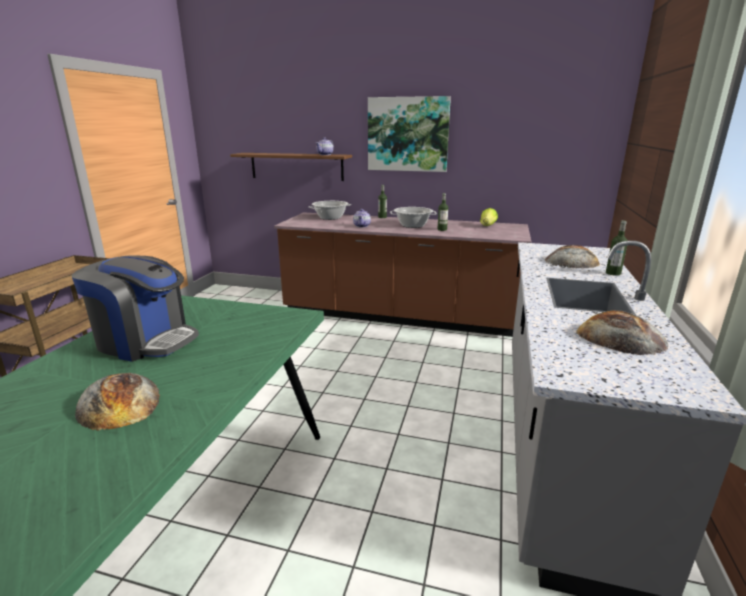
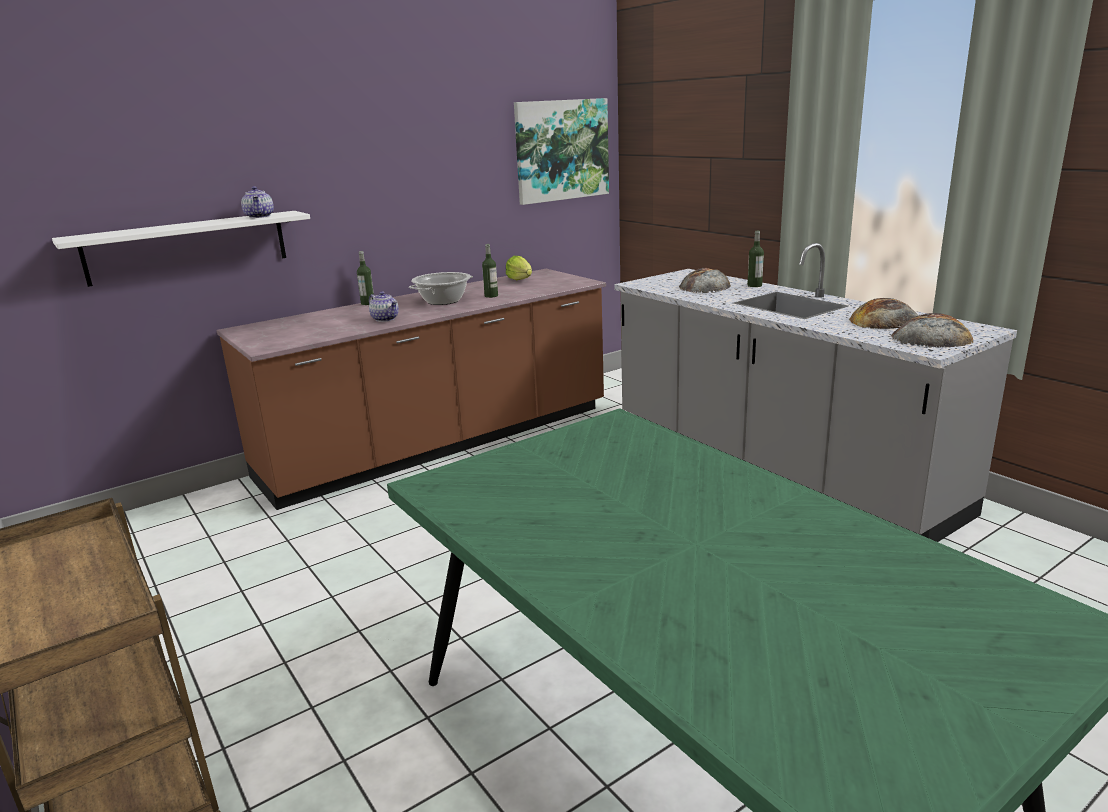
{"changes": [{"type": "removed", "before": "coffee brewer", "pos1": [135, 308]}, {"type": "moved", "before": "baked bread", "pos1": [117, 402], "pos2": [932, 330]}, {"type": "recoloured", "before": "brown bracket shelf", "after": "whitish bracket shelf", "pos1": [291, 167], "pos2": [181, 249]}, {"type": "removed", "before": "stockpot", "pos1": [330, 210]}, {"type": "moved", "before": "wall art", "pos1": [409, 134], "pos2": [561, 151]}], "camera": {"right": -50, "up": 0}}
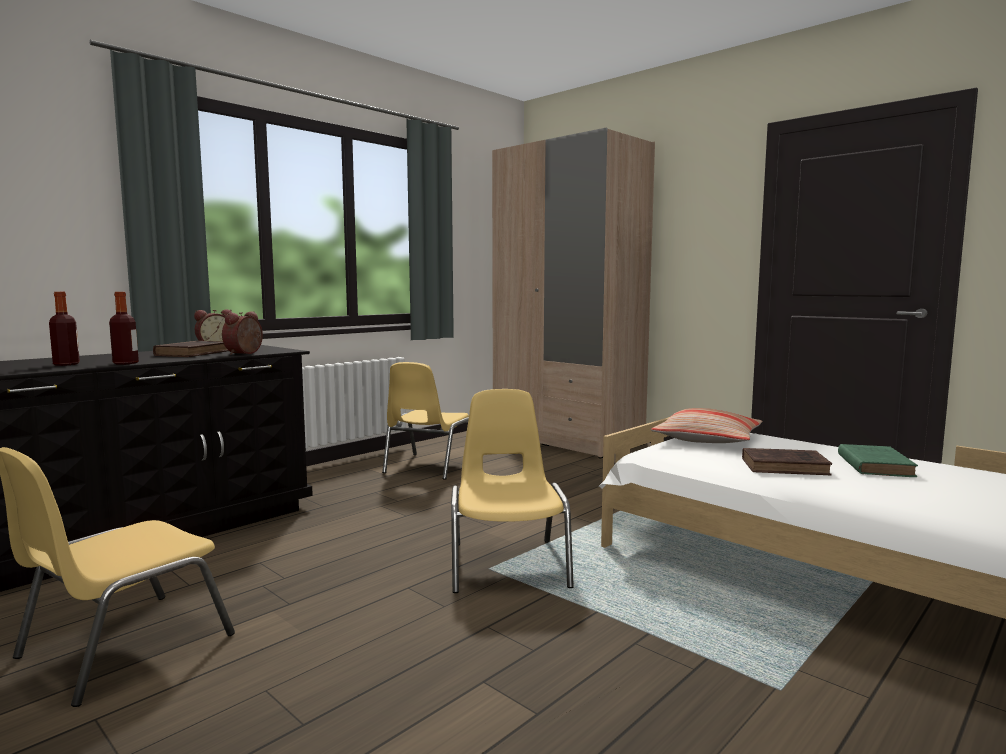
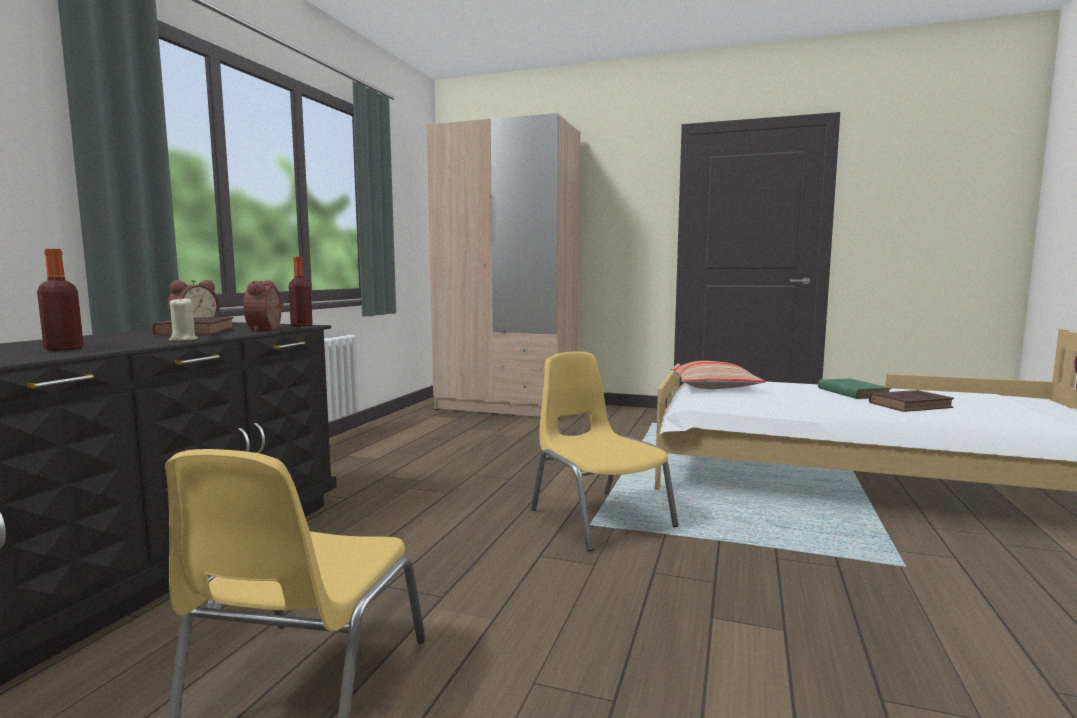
{"changes": [{"type": "moved", "before": "beverage bottle", "pos1": [124, 328], "pos2": [300, 291]}, {"type": "removed", "before": "yellow upright chair", "pos1": [425, 421]}, {"type": "moved", "before": "brown book", "pos1": [787, 461], "pos2": [911, 401]}, {"type": "added", "after": "beige wax light", "pos2": [183, 319]}], "camera": {"right": -25, "up": 0}}
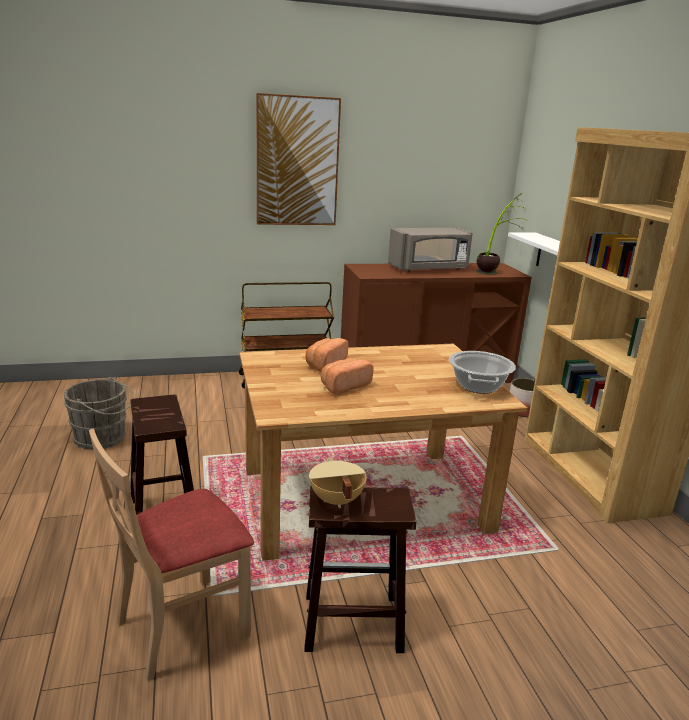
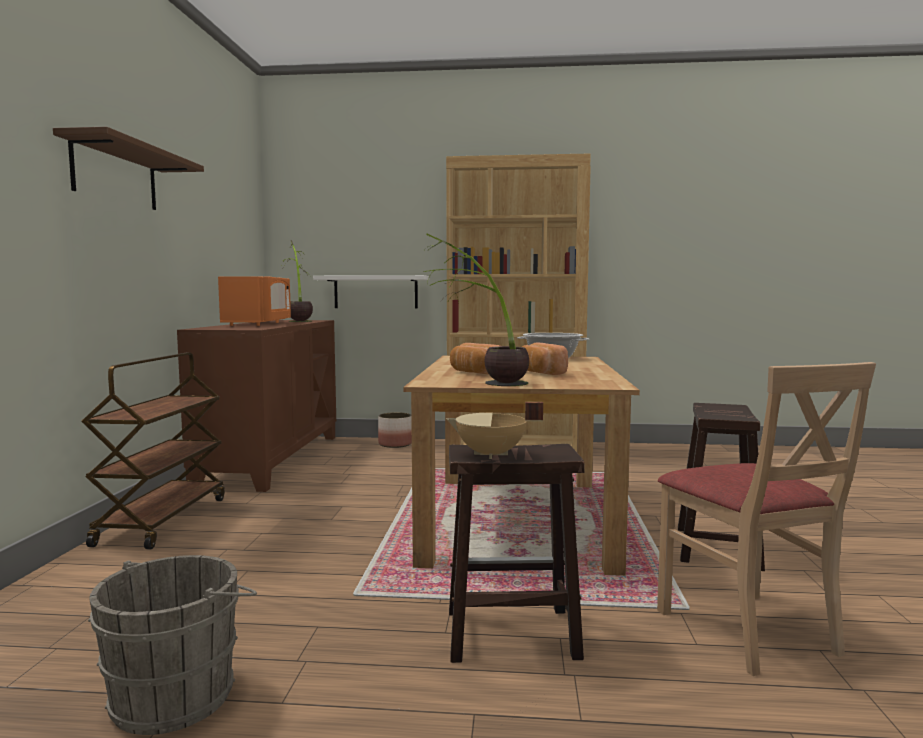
{"changes": [{"type": "replaced", "before": "wall art", "after": "brown bracket shelf", "pos1": [298, 159], "pos2": [128, 168]}, {"type": "moved", "before": "beige stockpot", "pos1": [337, 482], "pos2": [494, 430]}, {"type": "recoloured", "before": "gray microwave", "after": "orange microwave", "pos1": [430, 249], "pos2": [254, 301]}, {"type": "added", "after": "plant in a pot", "pos2": [476, 310]}], "camera": {"right": -70, "up": -15}}
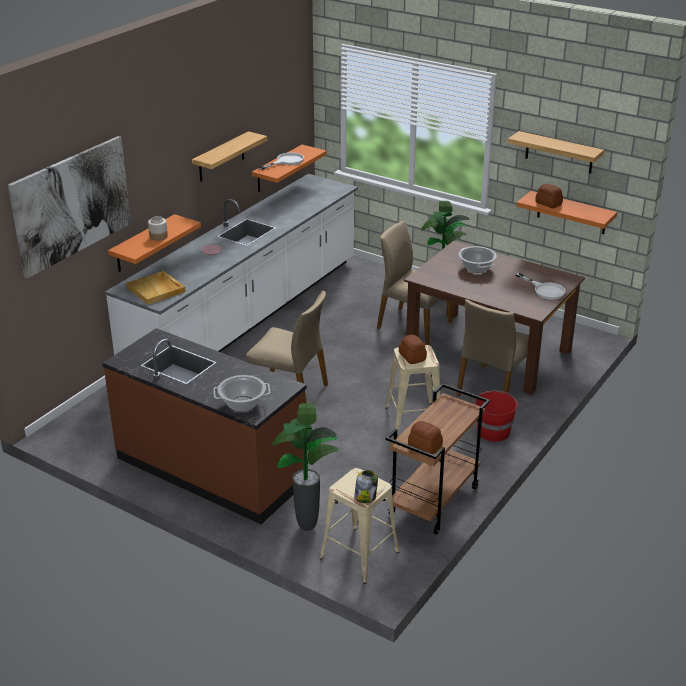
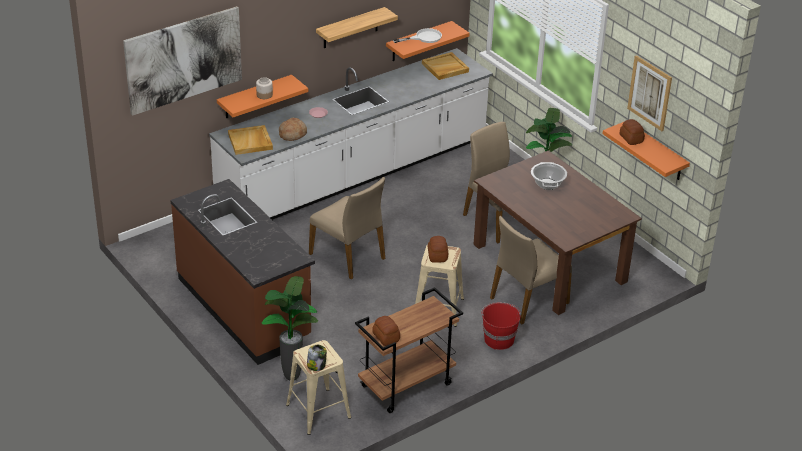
{"changes": [{"type": "removed", "before": "stockpot", "pos1": [241, 393]}, {"type": "replaced", "before": "bracket shelf", "after": "wall art", "pos1": [556, 152], "pos2": [649, 93]}, {"type": "removed", "before": "whitish frying pan", "pos1": [541, 286]}, {"type": "added", "after": "baked bread", "pos2": [293, 129]}, {"type": "added", "after": "beige carrying tray", "pos2": [445, 66]}], "camera": {"right": 20, "up": 5}}
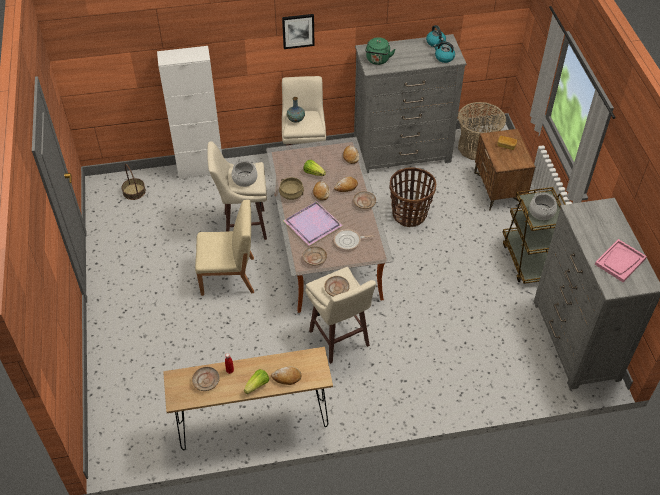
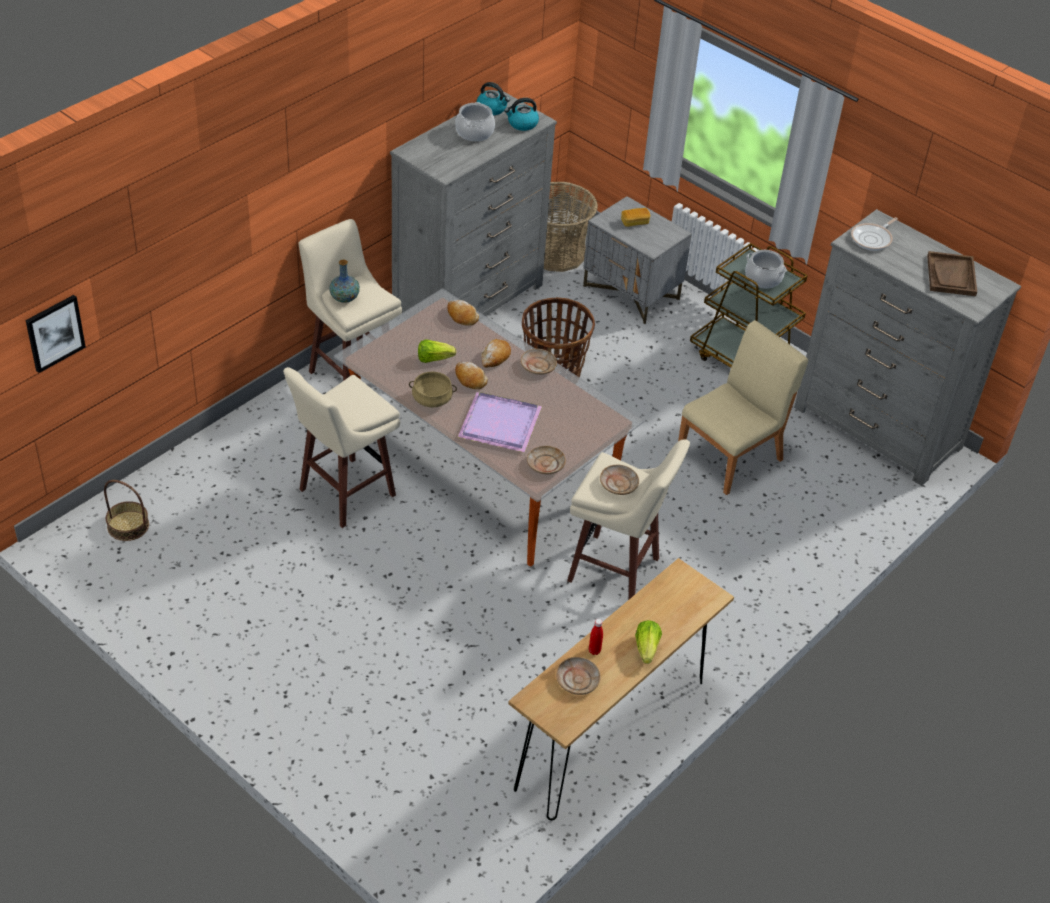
{"changes": [{"type": "removed", "before": "whitish cabinet", "pos1": [189, 113]}, {"type": "moved", "before": "beige upright chair", "pos1": [224, 248], "pos2": [743, 407]}, {"type": "moved", "before": "stockpot", "pos1": [244, 173], "pos2": [475, 121]}, {"type": "removed", "before": "baked bread", "pos1": [286, 375]}, {"type": "moved", "before": "wall art", "pos1": [298, 31], "pos2": [56, 334]}, {"type": "moved", "before": "frying pan", "pos1": [354, 239], "pos2": [874, 234]}, {"type": "removed", "before": "green-coloured tea kettle", "pos1": [380, 51]}, {"type": "recoloured", "before": "brown bedside table", "after": "gray bedside table", "pos1": [504, 170], "pos2": [637, 260]}, {"type": "recoloured", "before": "pink-coloured carrying tray", "after": "brown carrying tray", "pos1": [621, 260], "pos2": [952, 273]}], "camera": {"right": -40, "up": -5}}
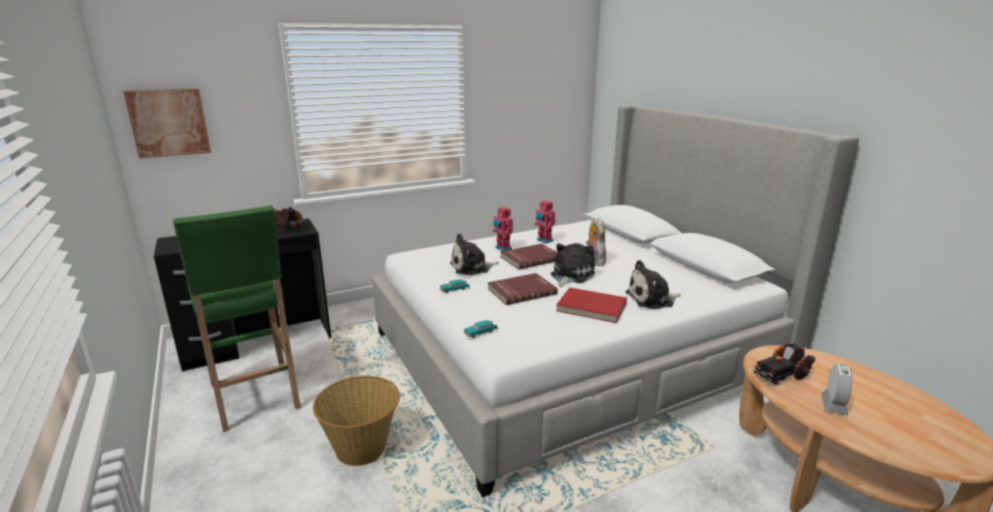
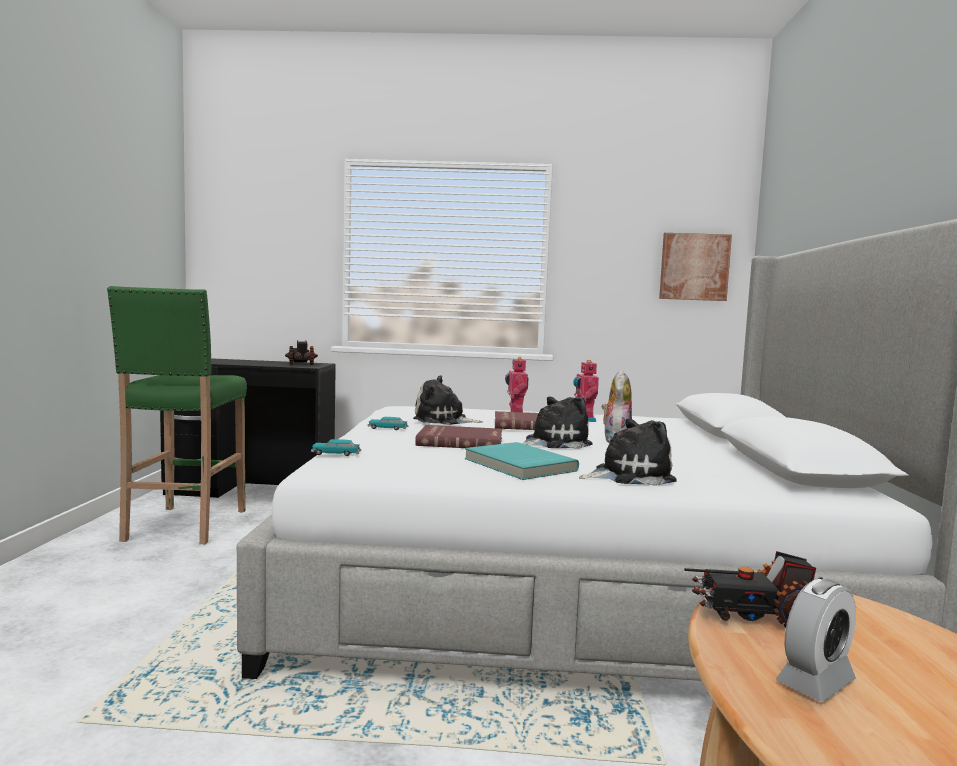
{"changes": [{"type": "moved", "before": "wall art", "pos1": [167, 123], "pos2": [695, 267]}, {"type": "removed", "before": "storage basket", "pos1": [356, 421]}, {"type": "recoloured", "before": "reddish book", "after": "turquoise-coloured book", "pos1": [591, 305], "pos2": [522, 461]}, {"type": "turned", "before": "cuddly toy", "pos1": [653, 284], "pos2": [628, 452], "turn": 150}], "camera": {"right": 30, "up": -15}}
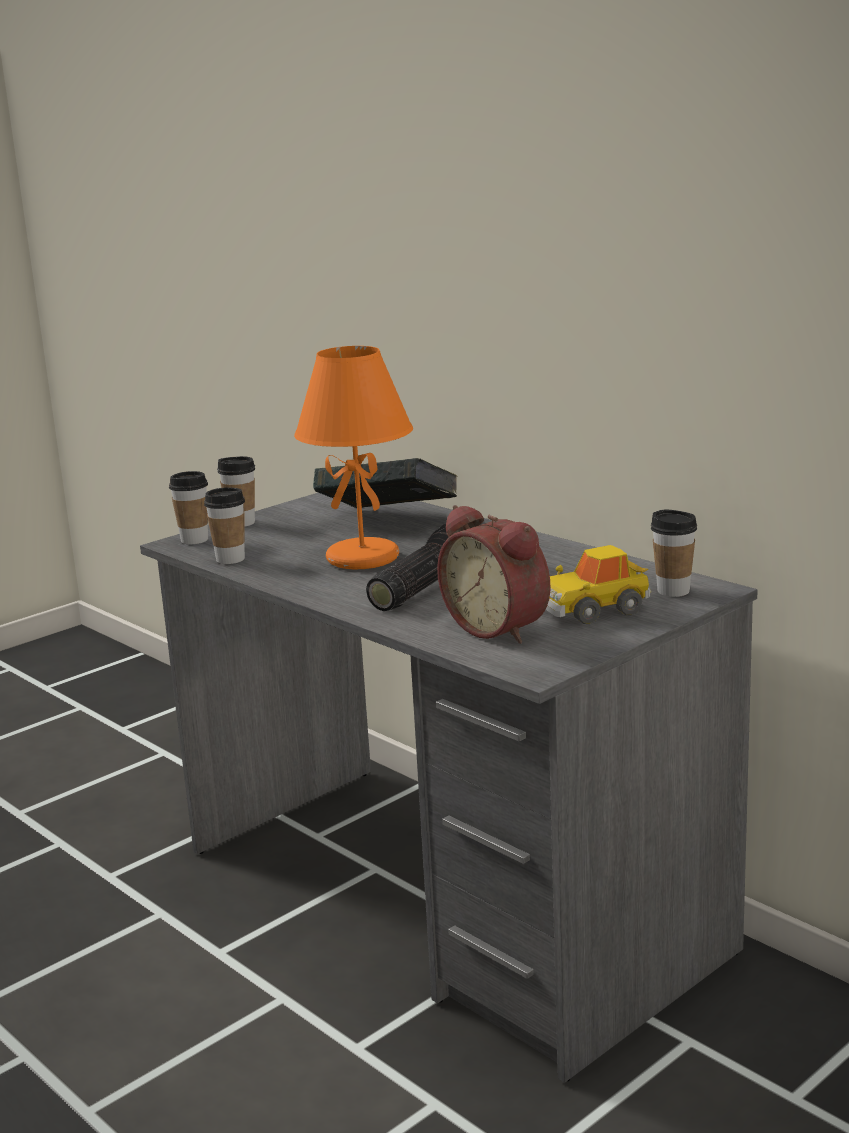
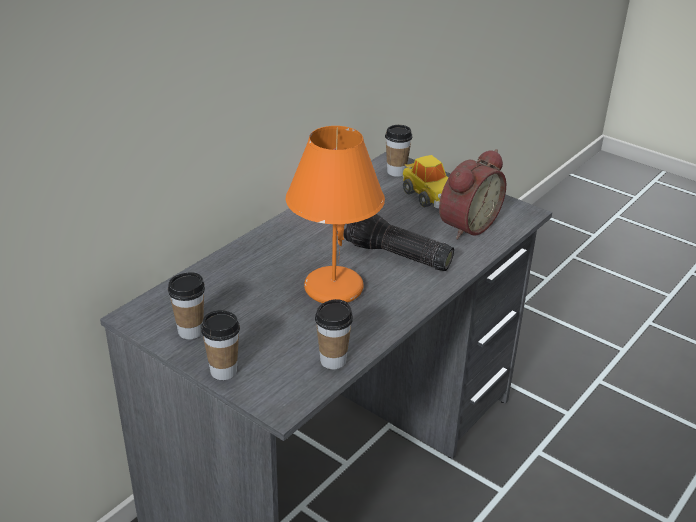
{"changes": [{"type": "moved", "before": "drinking cup", "pos1": [188, 507], "pos2": [186, 305]}, {"type": "removed", "before": "book", "pos1": [385, 483]}], "camera": {"right": -100, "up": 15}}
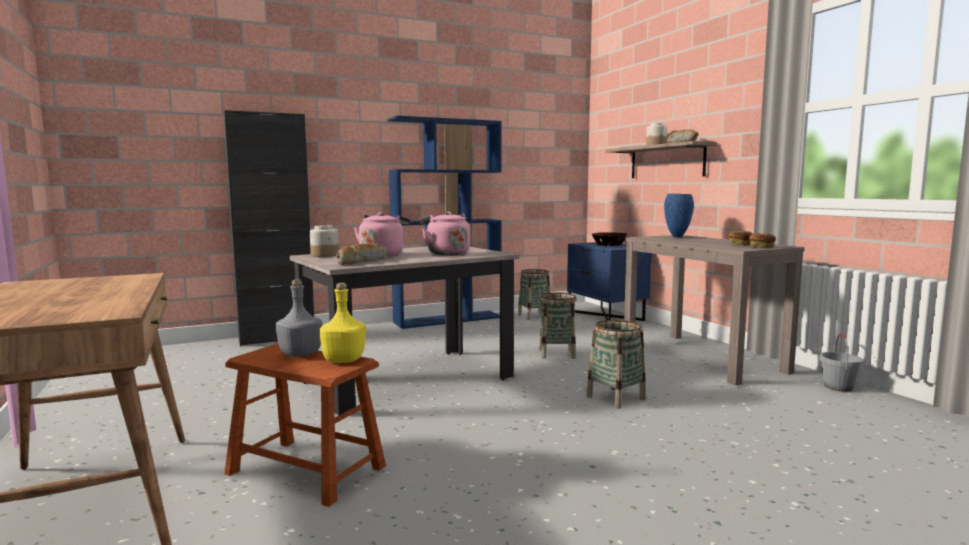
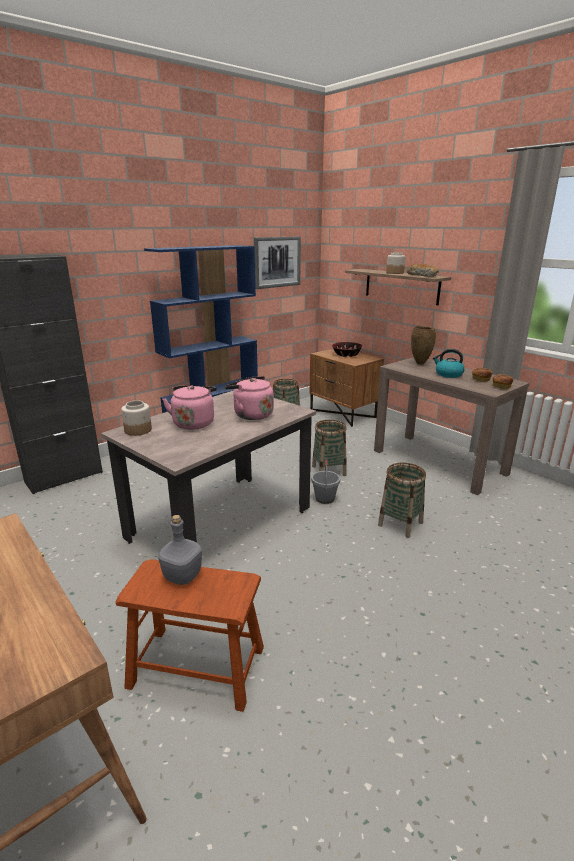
{"changes": [{"type": "removed", "before": "yellow beverage bottle", "pos1": [343, 323]}, {"type": "removed", "before": "baked bread", "pos1": [362, 254]}, {"type": "recoloured", "before": "blue-coloured bedside table", "after": "brown bedside table", "pos1": [609, 281], "pos2": [346, 387]}, {"type": "recoloured", "before": "blue-coloured decorative vase", "after": "brown decorative vase", "pos1": [679, 216], "pos2": [423, 345]}, {"type": "moved", "before": "gray pail", "pos1": [841, 362], "pos2": [325, 481]}, {"type": "added", "after": "wall art", "pos2": [277, 262]}, {"type": "added", "after": "tea kettle", "pos2": [449, 363]}], "camera": {"right": -15, "up": 15}}
